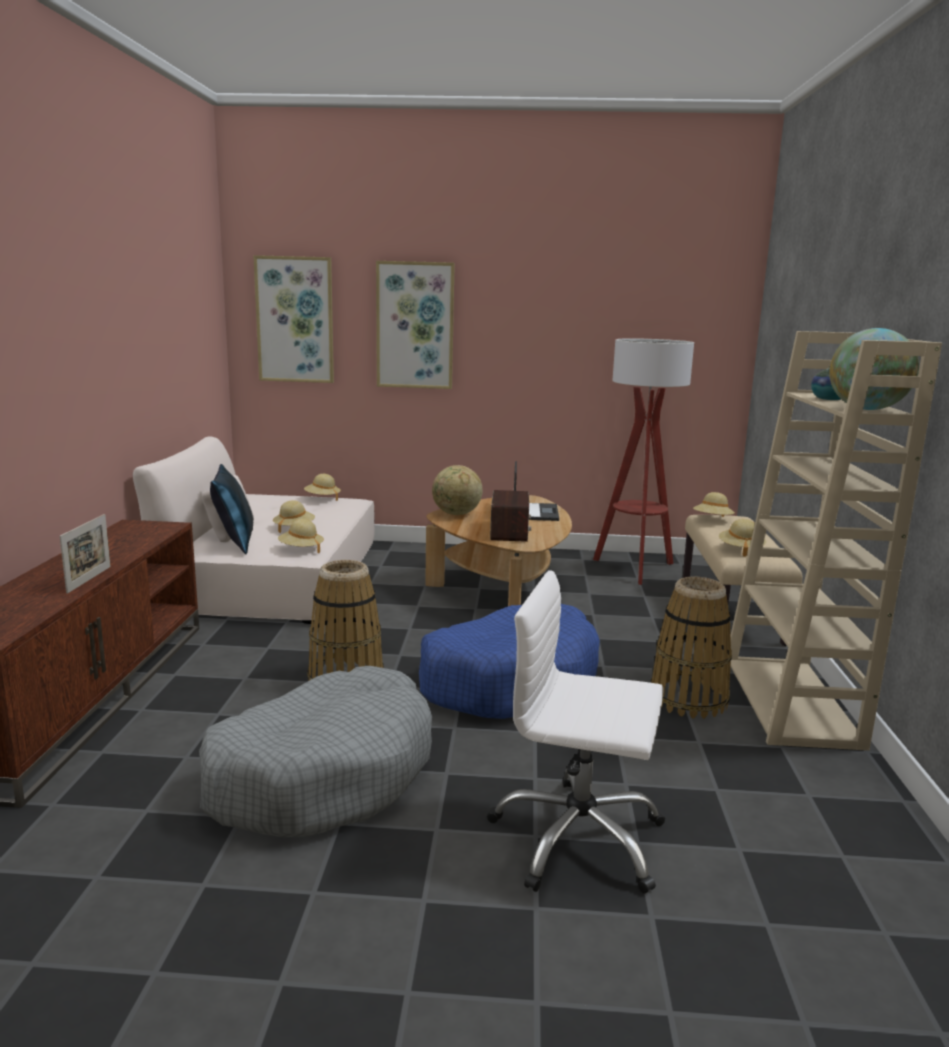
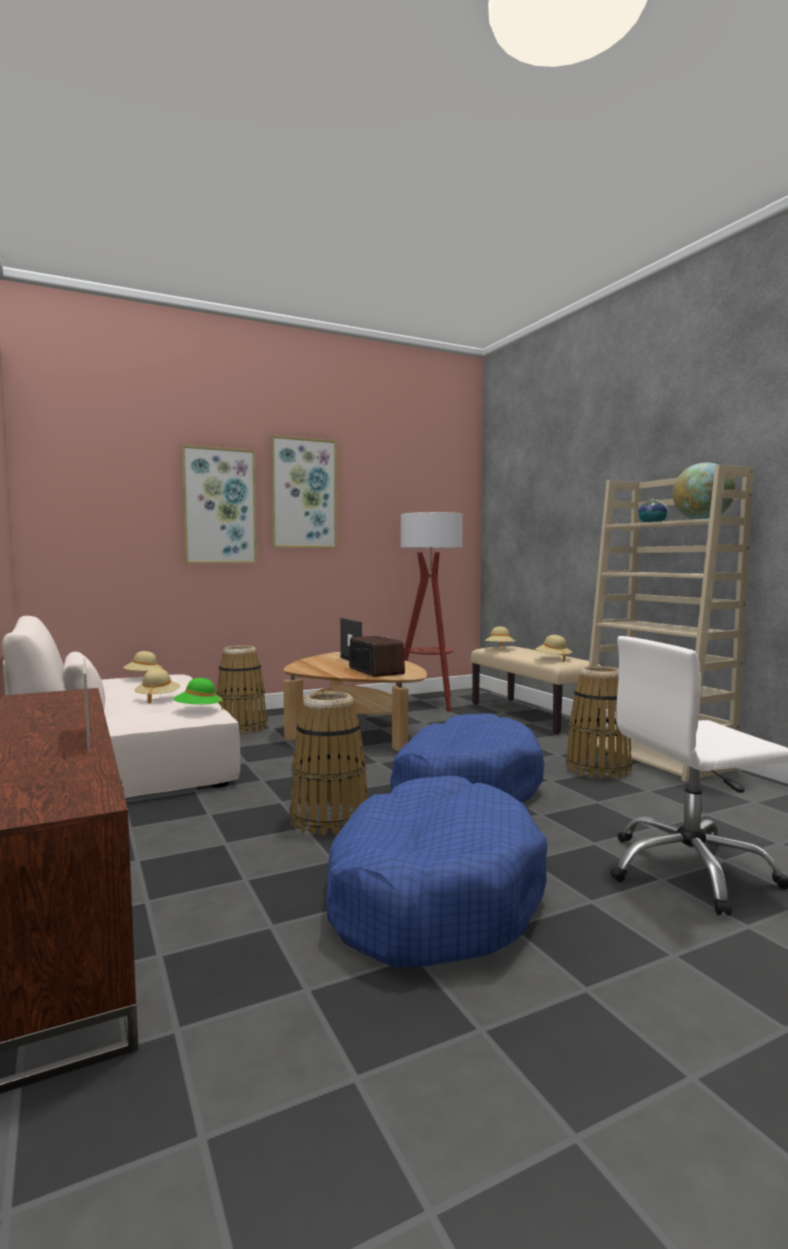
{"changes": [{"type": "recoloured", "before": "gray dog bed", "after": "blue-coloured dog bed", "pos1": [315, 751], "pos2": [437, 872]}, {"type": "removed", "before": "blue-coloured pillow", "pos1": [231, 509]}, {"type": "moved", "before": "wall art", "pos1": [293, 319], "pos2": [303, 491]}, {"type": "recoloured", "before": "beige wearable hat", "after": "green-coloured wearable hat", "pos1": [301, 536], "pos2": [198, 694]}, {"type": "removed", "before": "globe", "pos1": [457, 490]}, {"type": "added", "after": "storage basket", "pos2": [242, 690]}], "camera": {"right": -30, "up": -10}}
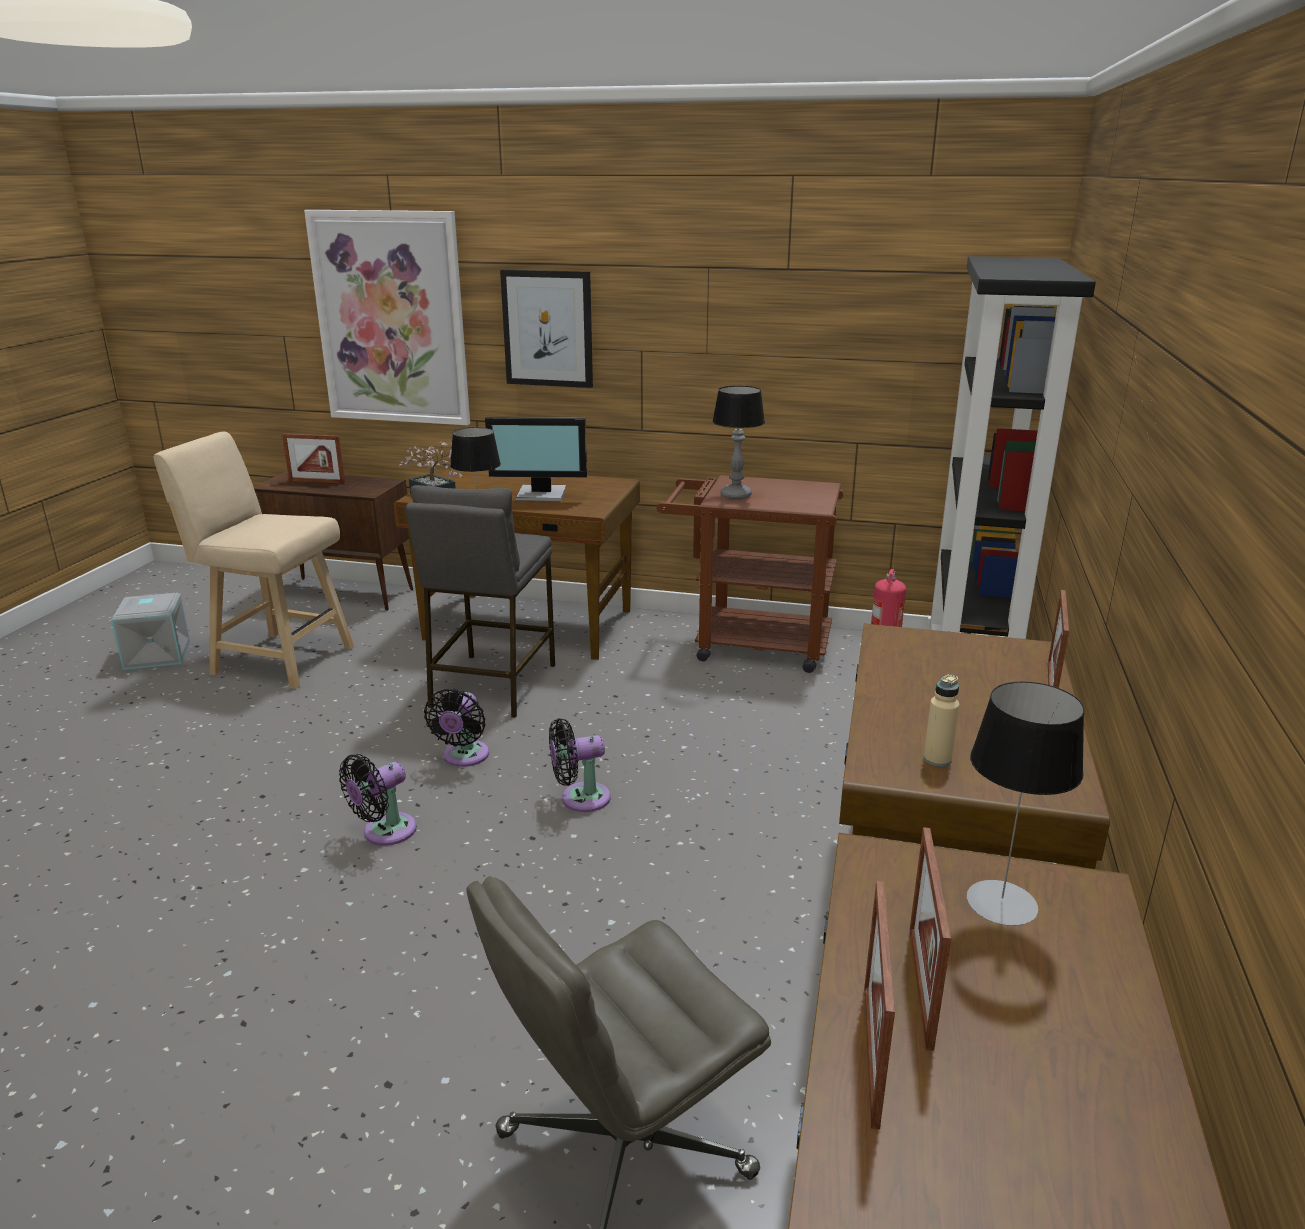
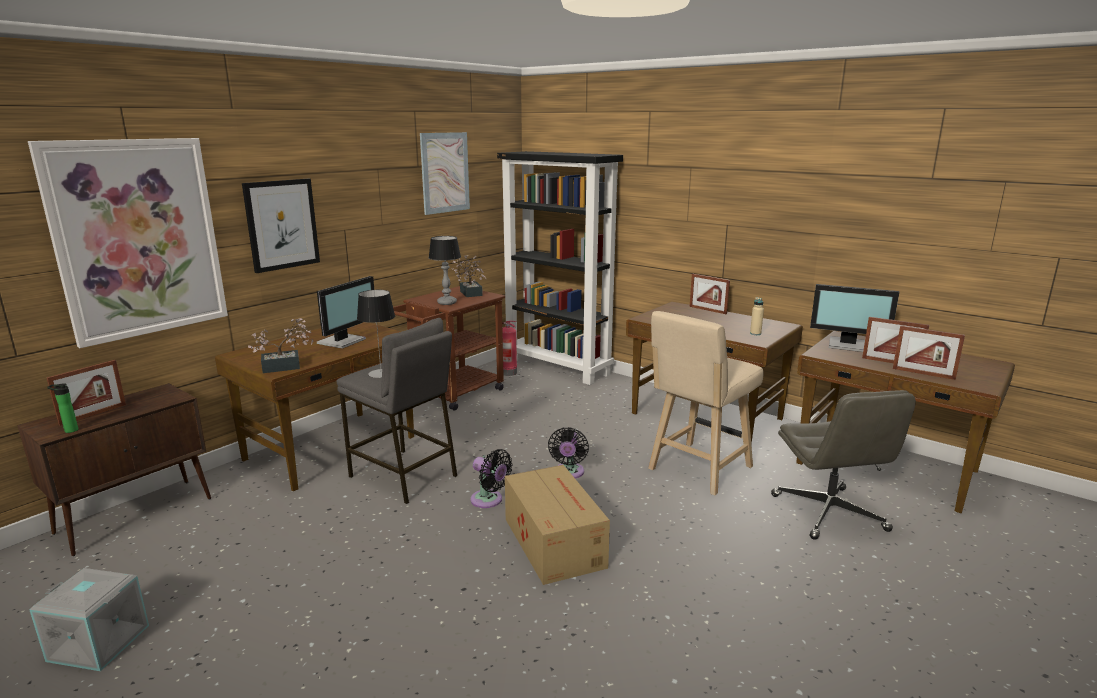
{"changes": [{"type": "moved", "before": "beige stool", "pos1": [253, 560], "pos2": [706, 403]}, {"type": "replaced", "before": "black fan", "after": "cardboard box", "pos1": [378, 800], "pos2": [557, 525]}, {"type": "replaced", "before": "tabletop lamp", "after": "monitor", "pos1": [1026, 803], "pos2": [854, 318]}, {"type": "added", "after": "beverage bottle", "pos2": [62, 408]}, {"type": "added", "after": "wall art", "pos2": [445, 173]}, {"type": "added", "after": "plant in a pot", "pos2": [469, 276]}], "camera": {"right": -65, "up": -5}}
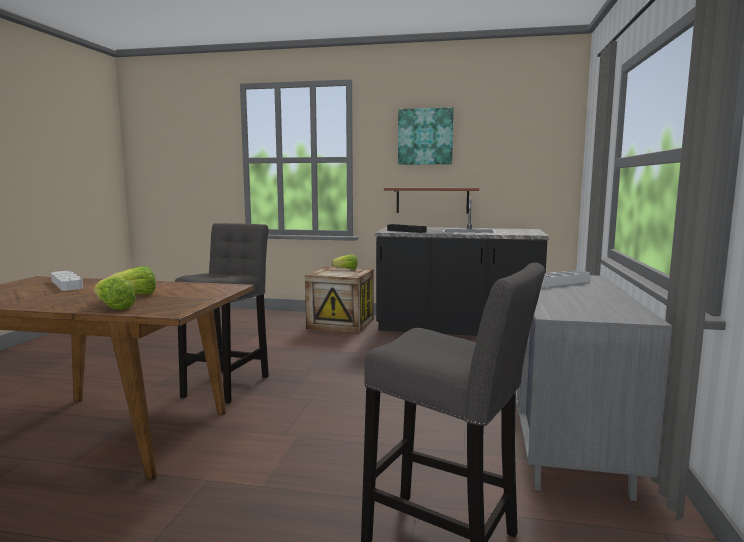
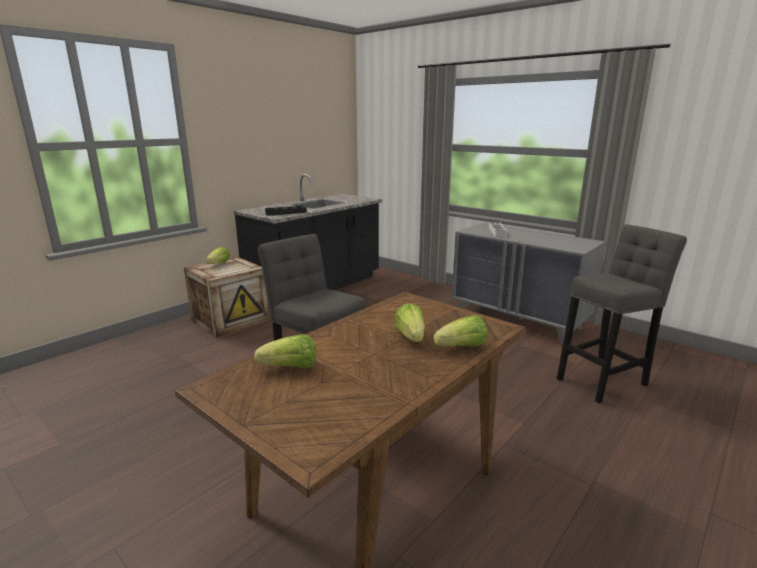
{"changes": [{"type": "replaced", "before": "gray carrying tray", "after": "lettuce", "pos1": [67, 281], "pos2": [285, 351]}, {"type": "removed", "before": "brown bracket shelf", "pos1": [431, 201]}, {"type": "removed", "before": "wall art", "pos1": [426, 136]}], "camera": {"right": -60, "up": 10}}
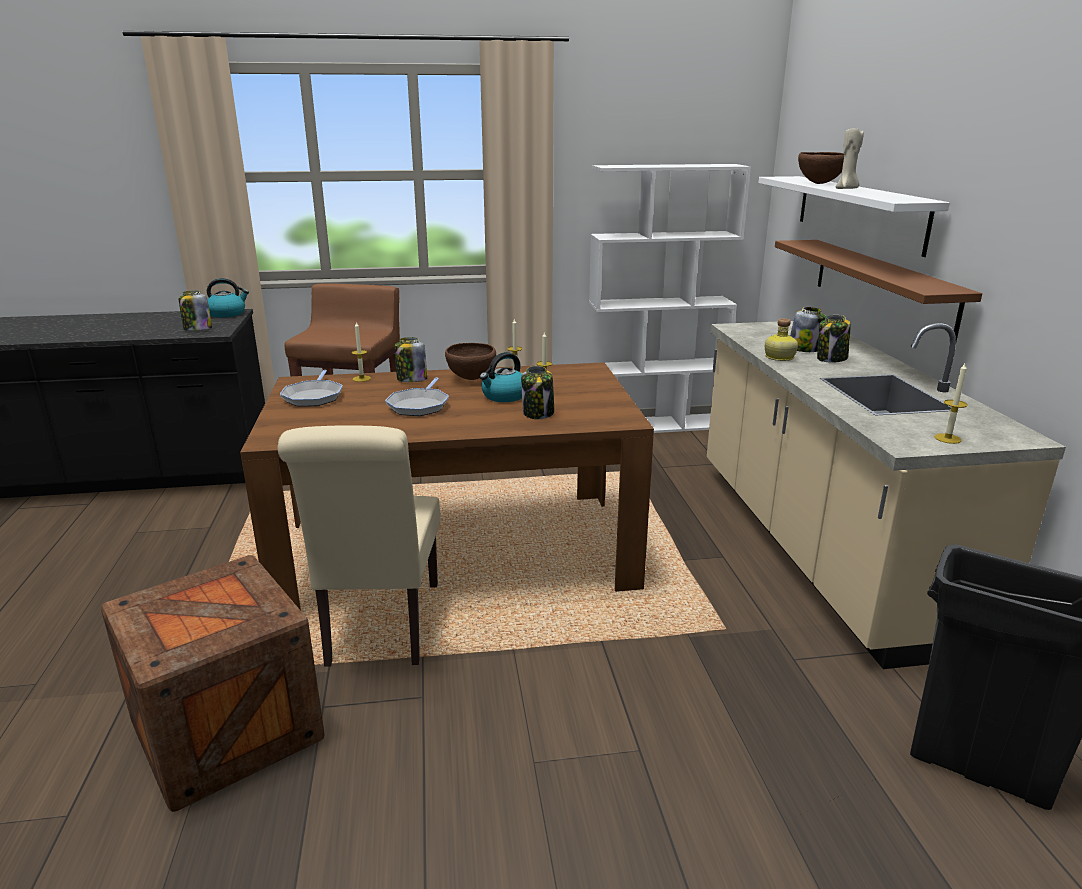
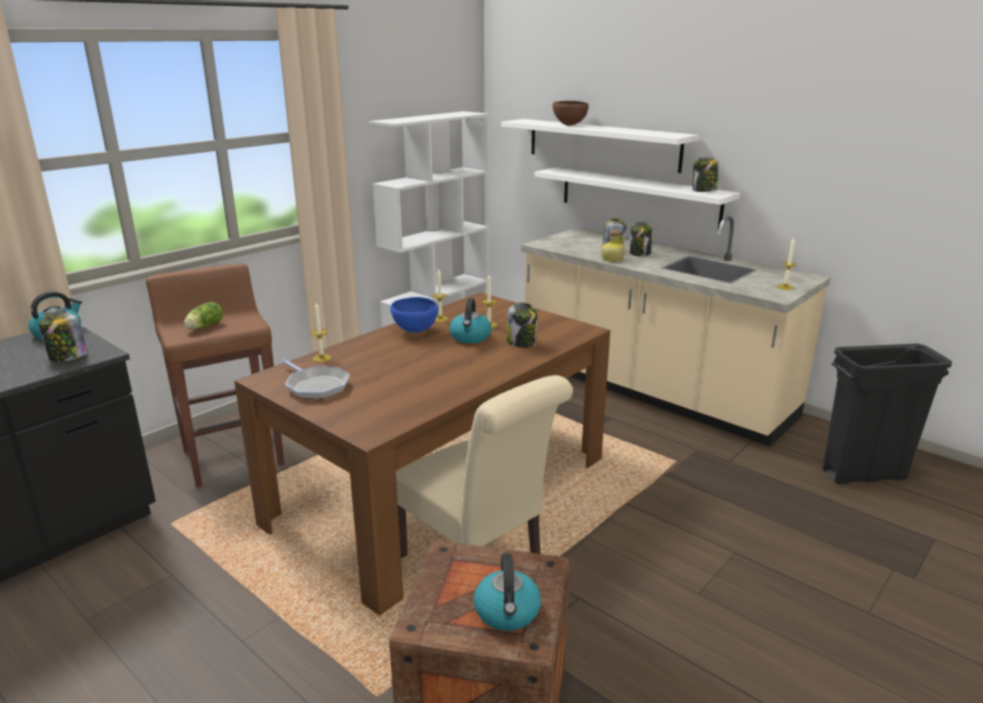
{"changes": [{"type": "removed", "before": "frying pan", "pos1": [417, 396]}, {"type": "moved", "before": "jar", "pos1": [411, 359], "pos2": [706, 174]}, {"type": "recoloured", "before": "brown serving bowl", "after": "blue-coloured serving bowl", "pos1": [470, 361], "pos2": [414, 315]}, {"type": "recoloured", "before": "brown bracket shelf", "after": "whitish bracket shelf", "pos1": [878, 290], "pos2": [637, 198]}, {"type": "removed", "before": "beige wax light", "pos1": [850, 158]}, {"type": "added", "after": "lettuce", "pos2": [203, 315]}, {"type": "added", "after": "tea kettle", "pos2": [507, 592]}], "camera": {"right": -40, "up": 0}}
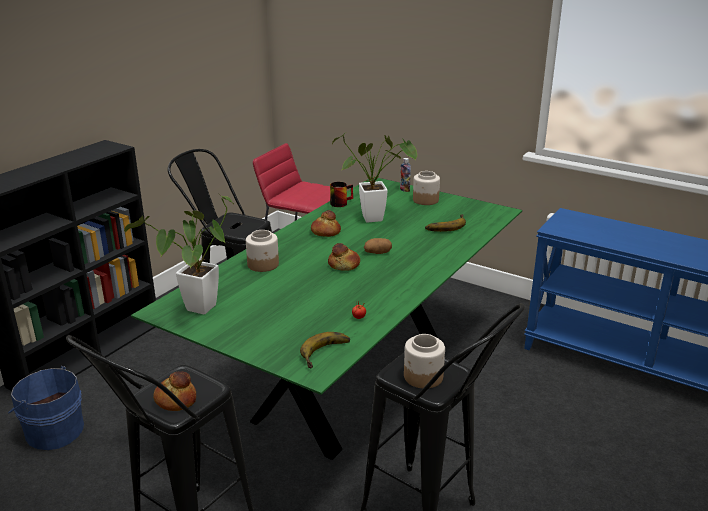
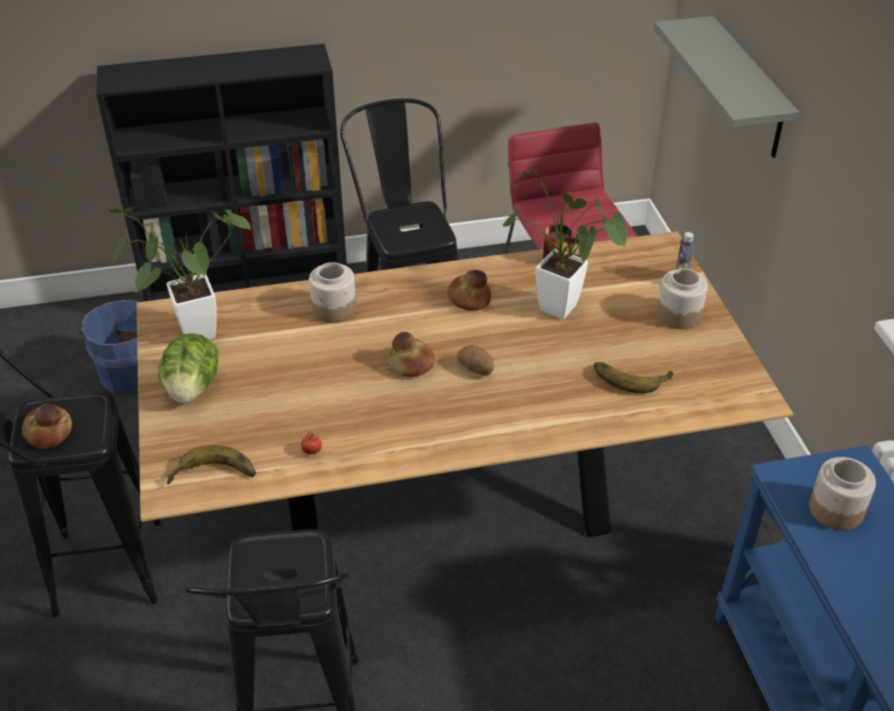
{"changes": [{"type": "recoloured", "before": "green-coloured kitchen table", "after": "brown kitchen table", "pos1": [326, 319], "pos2": [465, 384]}, {"type": "moved", "before": "jar", "pos1": [424, 361], "pos2": [842, 493]}, {"type": "added", "after": "lettuce", "pos2": [188, 368]}, {"type": "added", "after": "gray bracket shelf", "pos2": [726, 87]}], "camera": {"right": 45, "up": 15}}
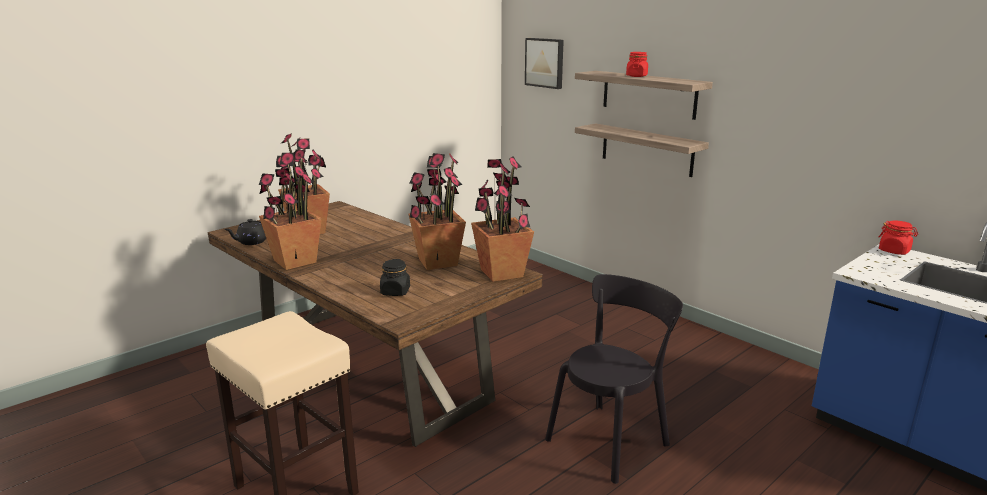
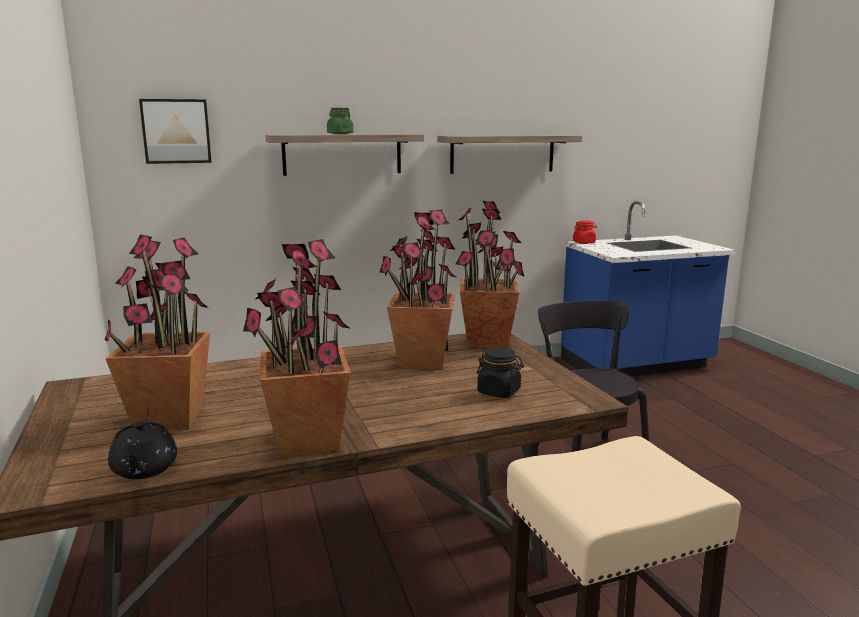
{"changes": [{"type": "moved", "before": "bracket shelf", "pos1": [642, 150], "pos2": [509, 154]}, {"type": "recoloured", "before": "reddish jar", "after": "green-coloured jar", "pos1": [637, 64], "pos2": [340, 121]}], "camera": {"right": -65, "up": -5}}
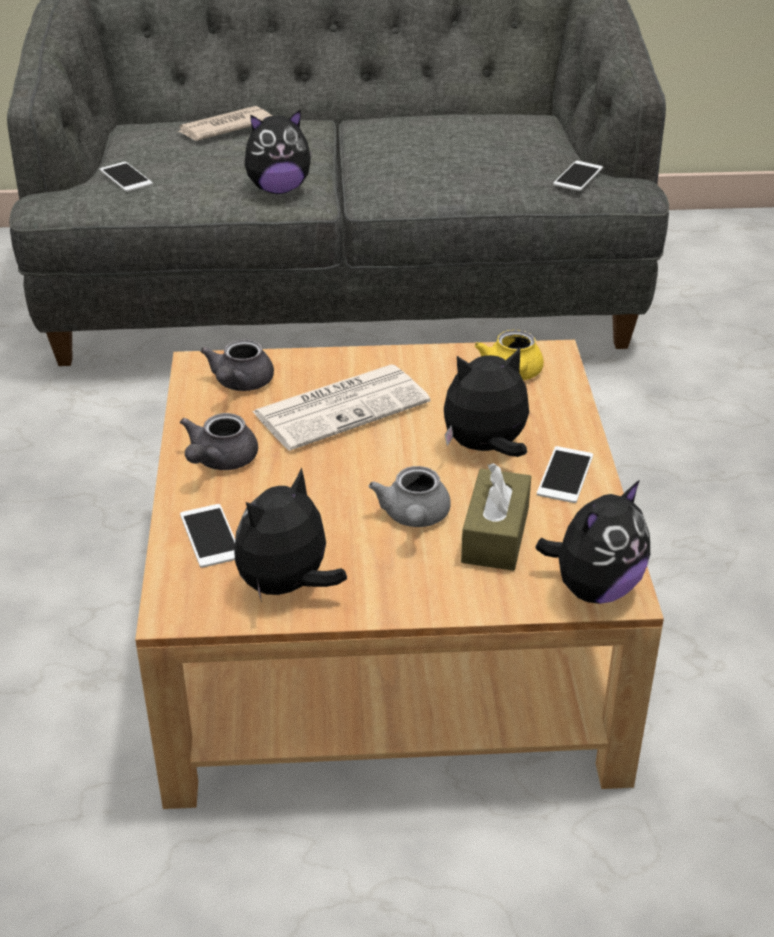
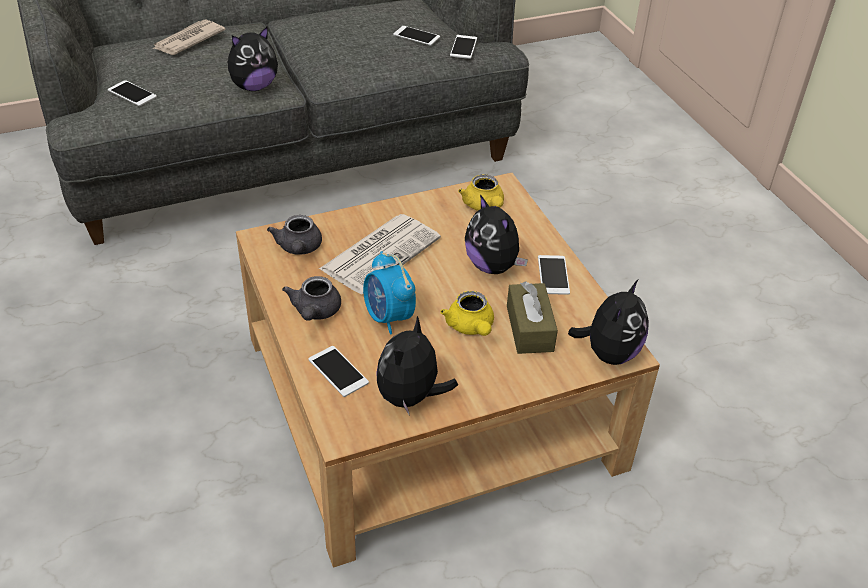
{"changes": [{"type": "recoloured", "before": "gray pot for tea", "after": "yellow pot for tea", "pos1": [410, 496], "pos2": [467, 313]}, {"type": "turned", "before": "cuddly toy", "pos1": [486, 402], "pos2": [496, 234], "turn": -90}, {"type": "added", "after": "bedside clock", "pos2": [389, 292]}, {"type": "added", "after": "phone", "pos2": [416, 36]}], "camera": {"right": -20, "up": 5}}
